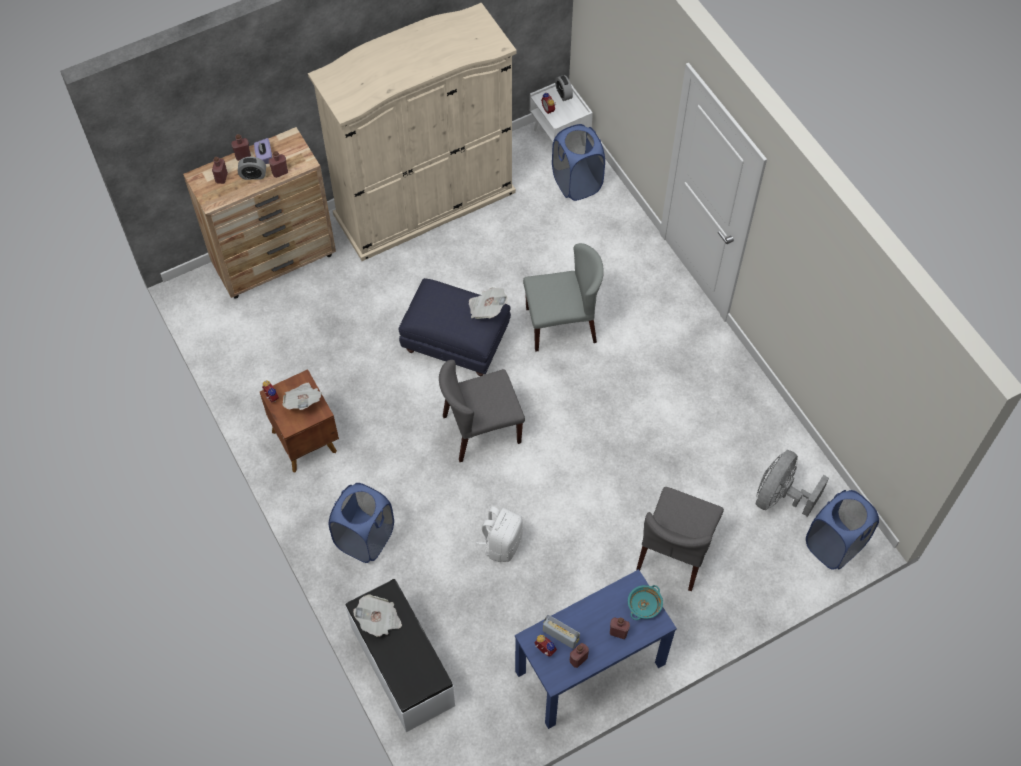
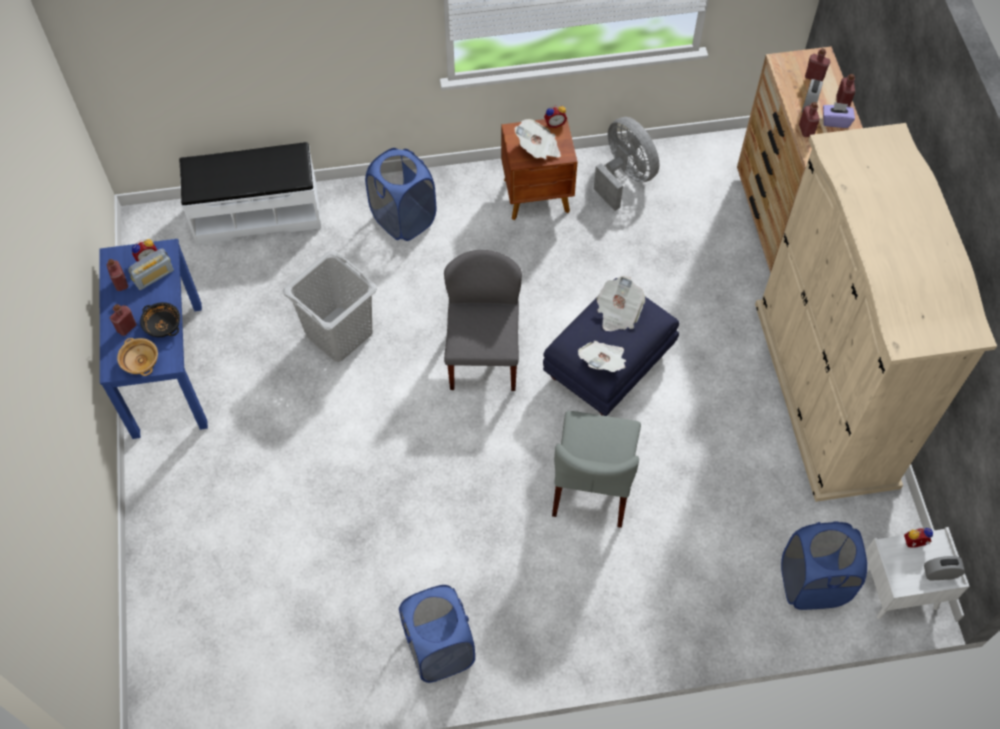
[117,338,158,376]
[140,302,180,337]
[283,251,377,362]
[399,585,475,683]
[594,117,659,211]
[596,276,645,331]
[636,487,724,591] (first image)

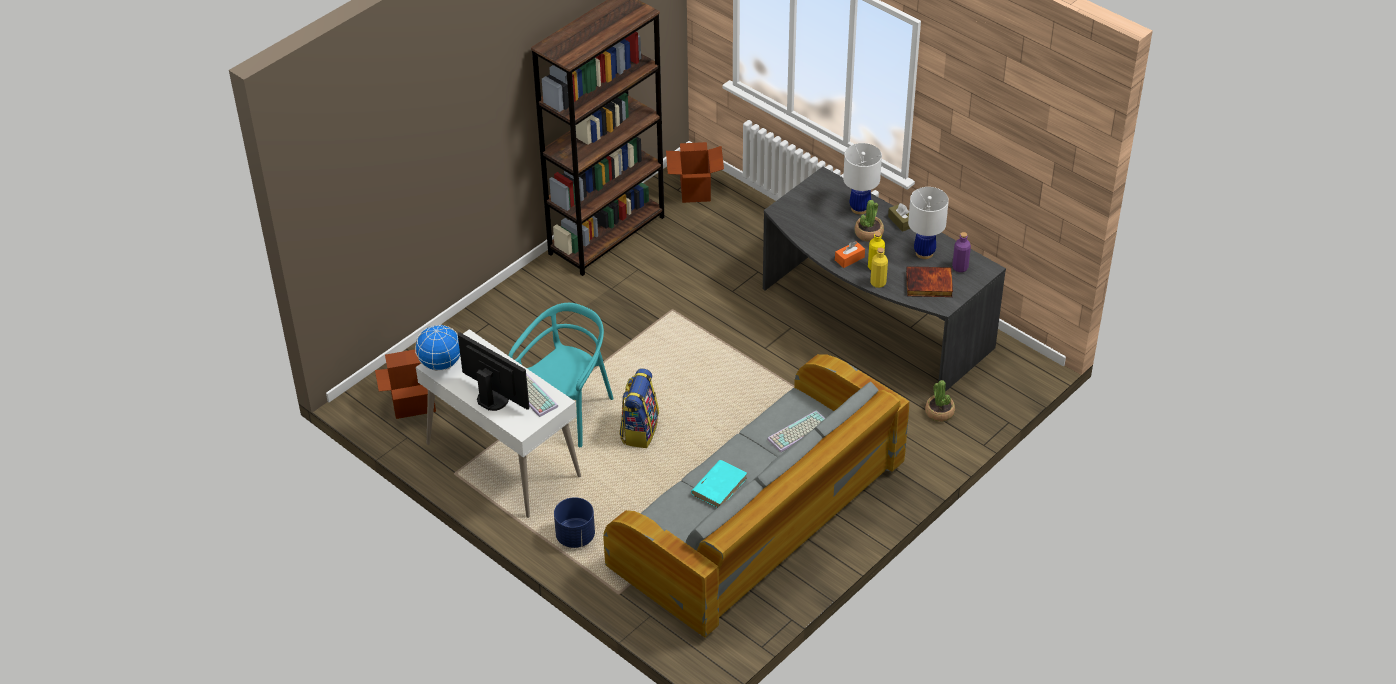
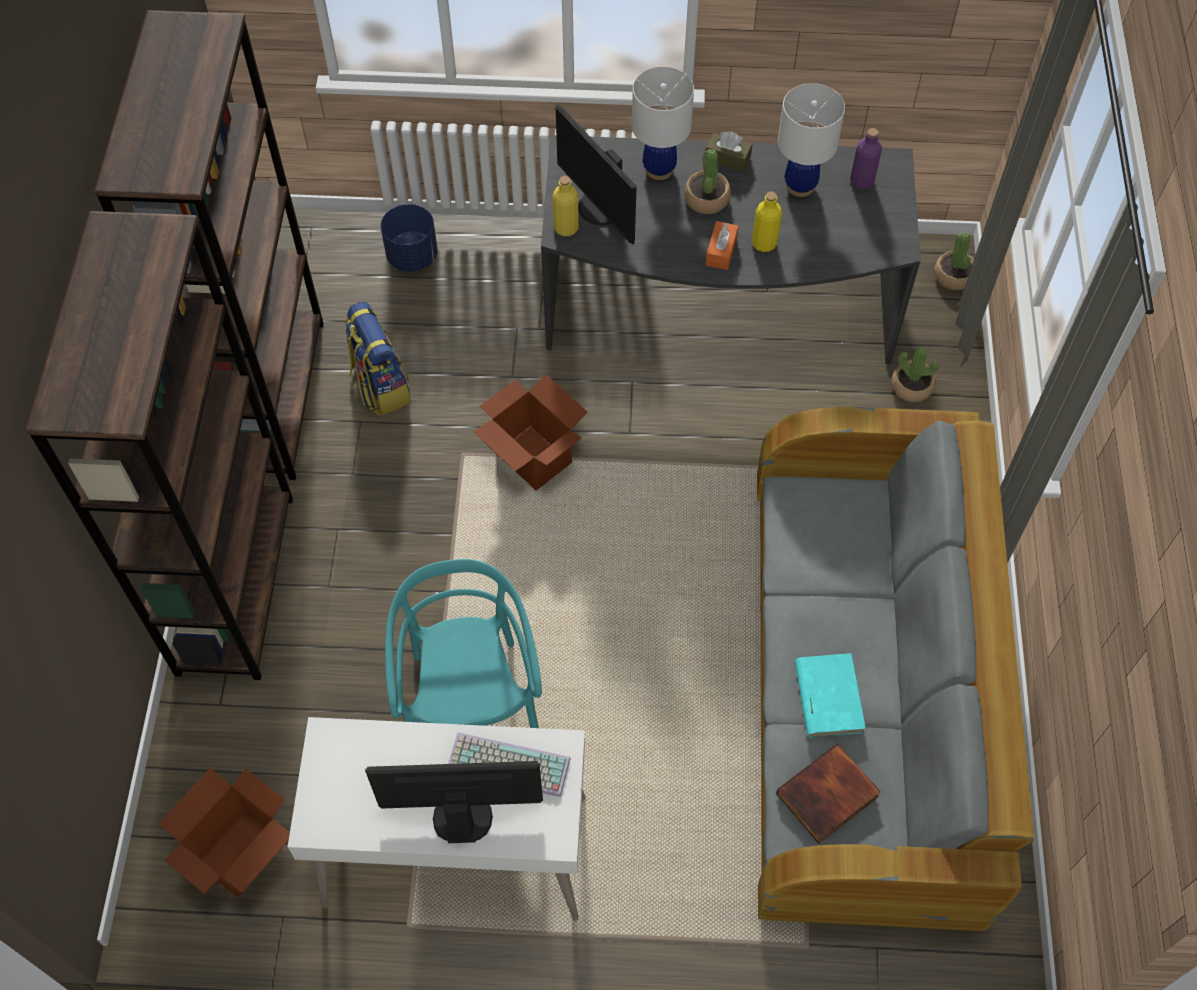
[26,211,293,680]
[345,302,411,416]
[381,204,438,272]
[473,374,588,491]
[553,176,579,236]
[556,105,637,244]
[776,744,881,844]
[934,233,974,290]
[415,324,460,371] (first image)
[767,410,825,453] (first image)

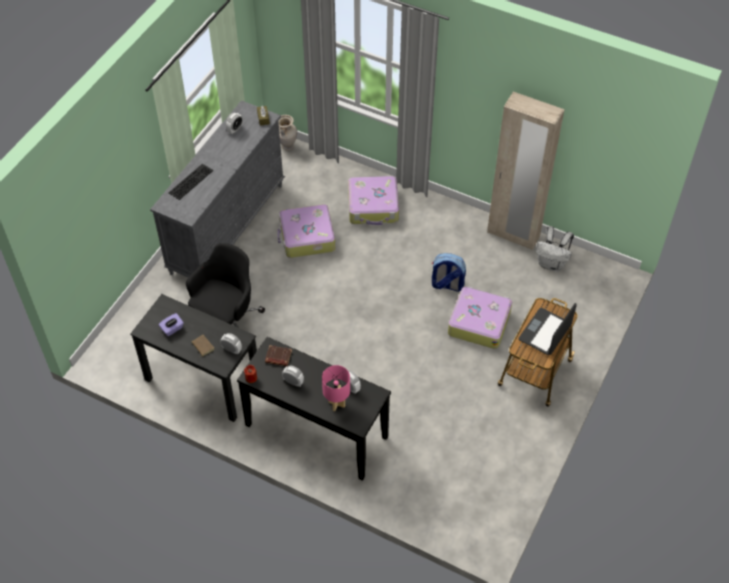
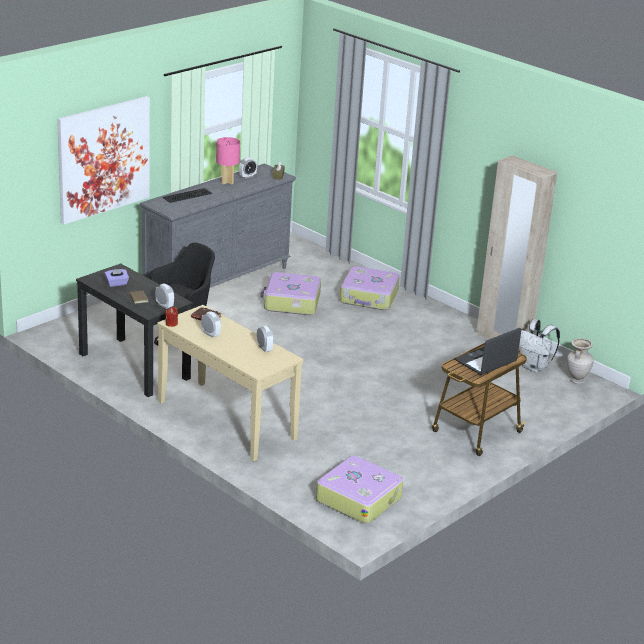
[57,96,150,224]
[157,305,303,461]
[216,137,240,184]
[316,456,403,524]
[567,338,594,384]
[432,253,466,292] (first image)

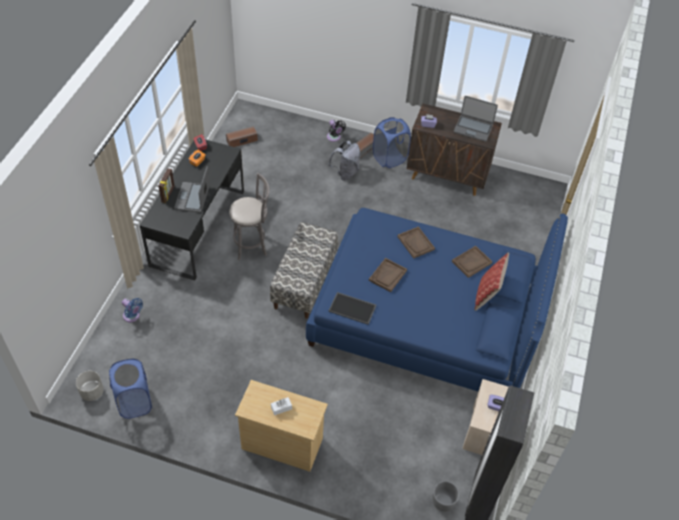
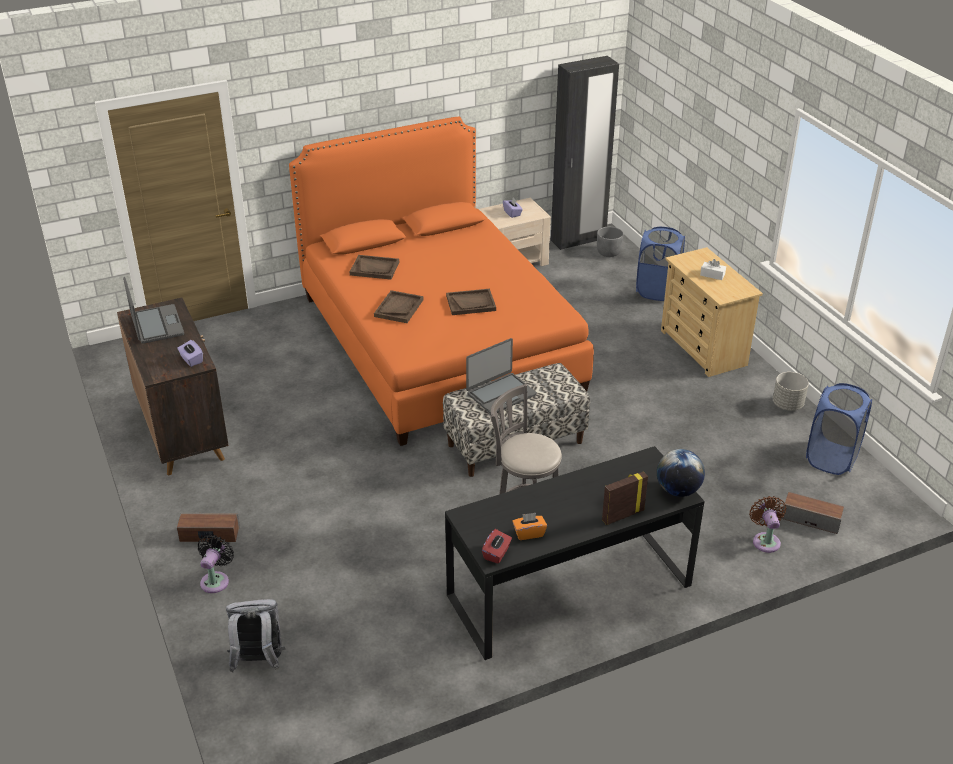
[226,599,285,673]
[289,117,594,446]
[466,338,537,414]
[636,226,685,301]
[657,449,705,497]
[749,496,786,553]
[773,372,809,411]
[781,492,844,534]
[328,292,376,325] (first image)
[474,253,509,311] (first image)

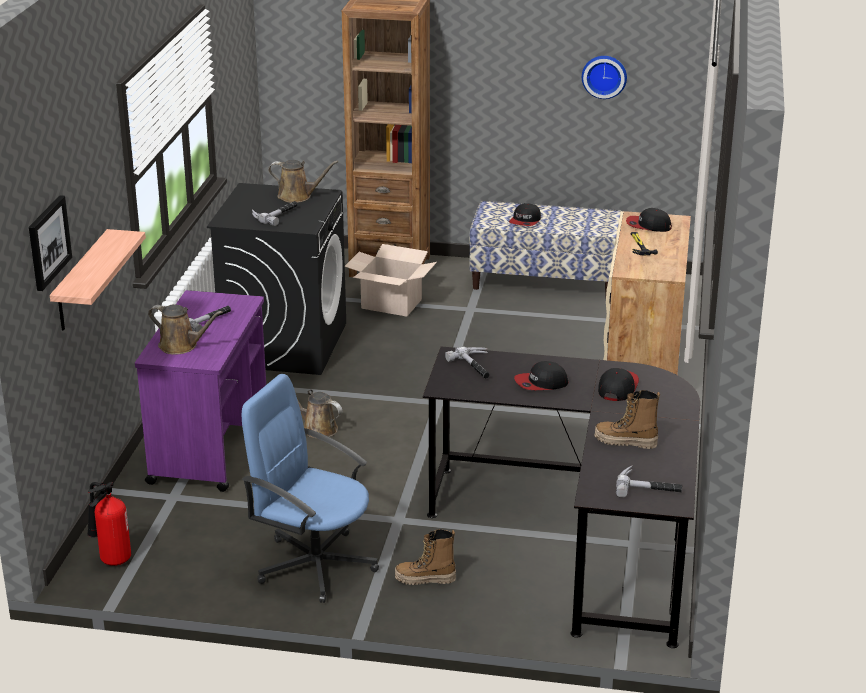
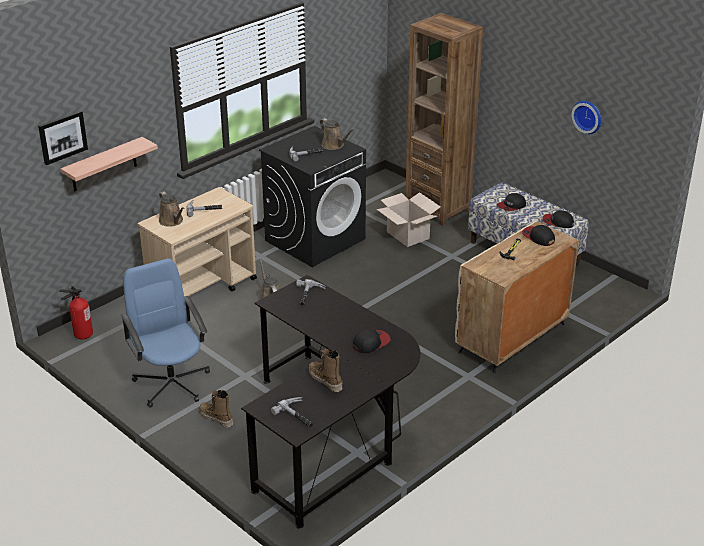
[138,187,257,296]
[542,210,574,228]

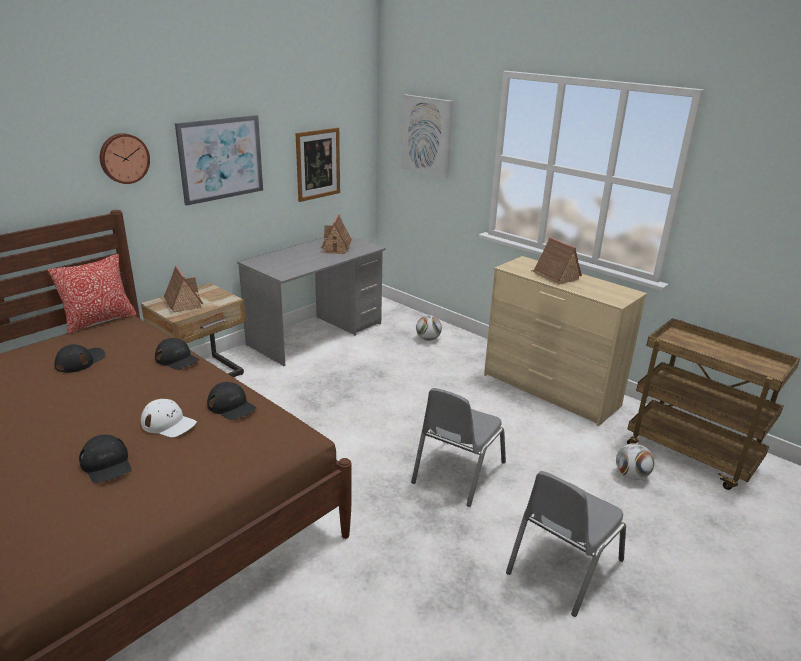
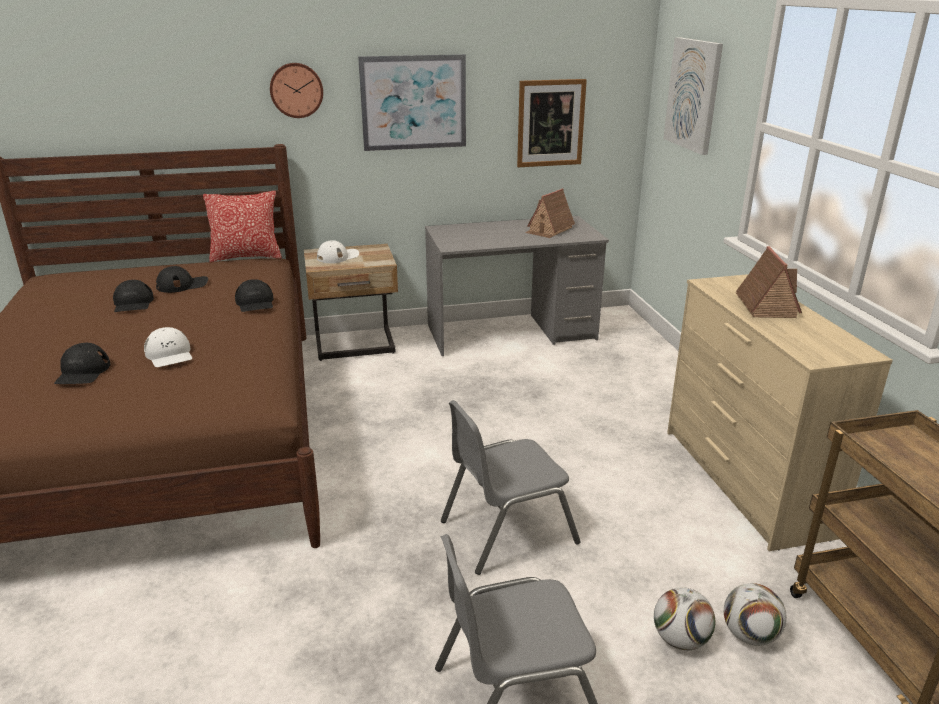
[113,280,154,312]
[317,240,359,263]
[654,587,715,650]

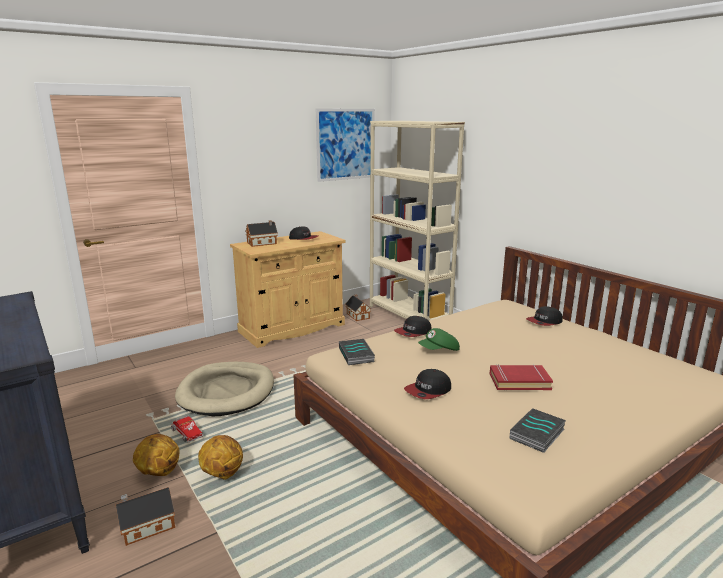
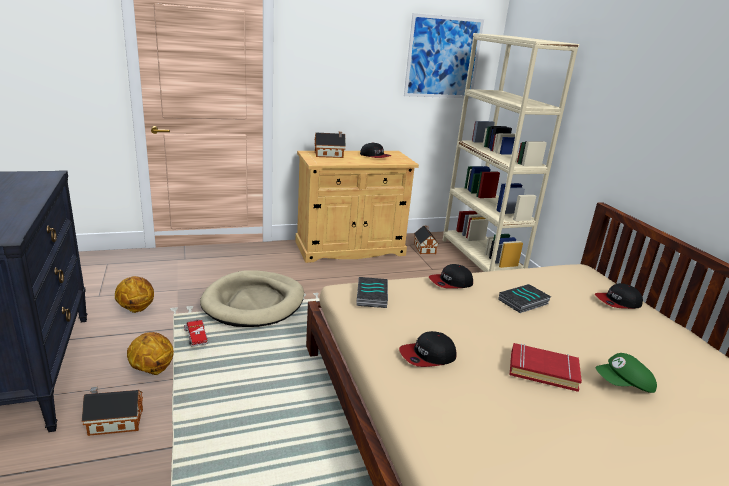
[115,276,154,313]
[498,284,551,313]
[596,353,657,393]

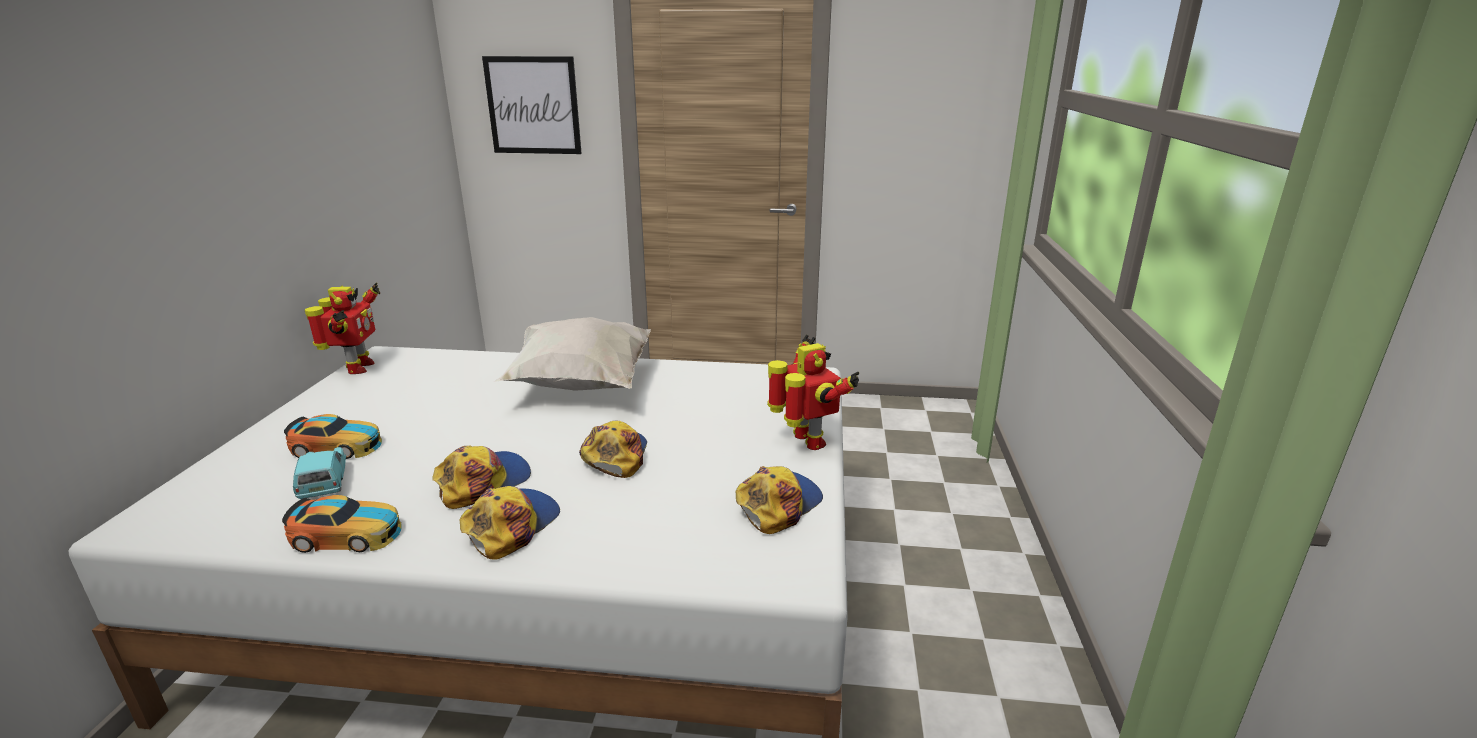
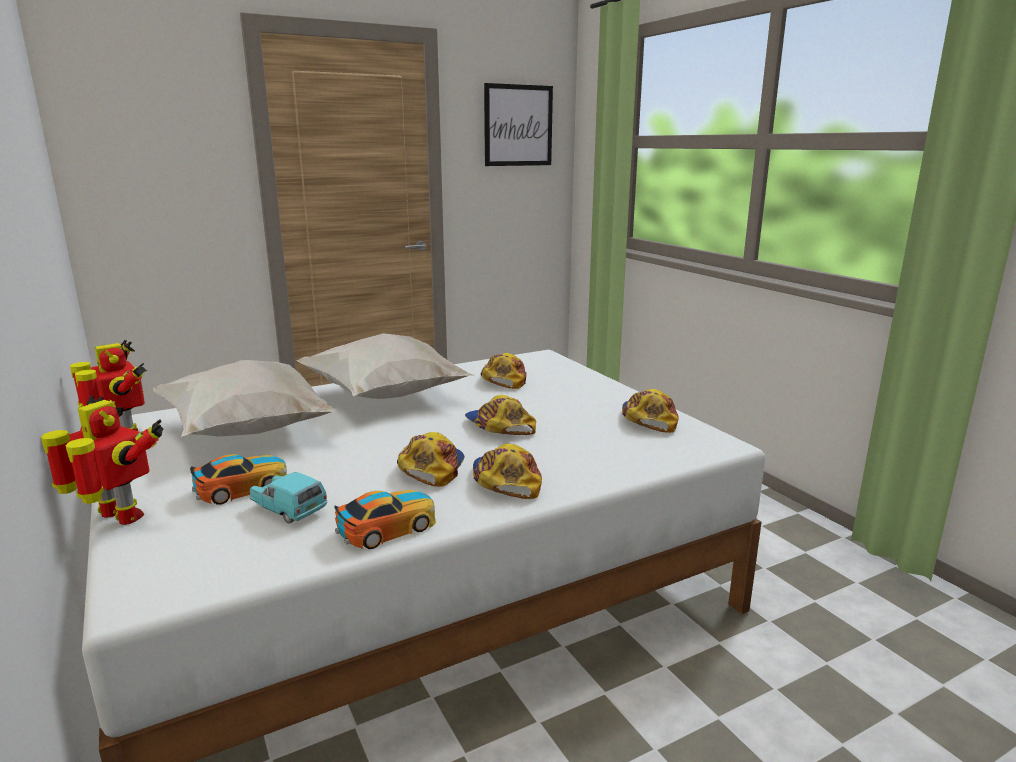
[41,396,164,525]
[153,360,338,437]
[481,353,527,389]
[484,83,553,166]

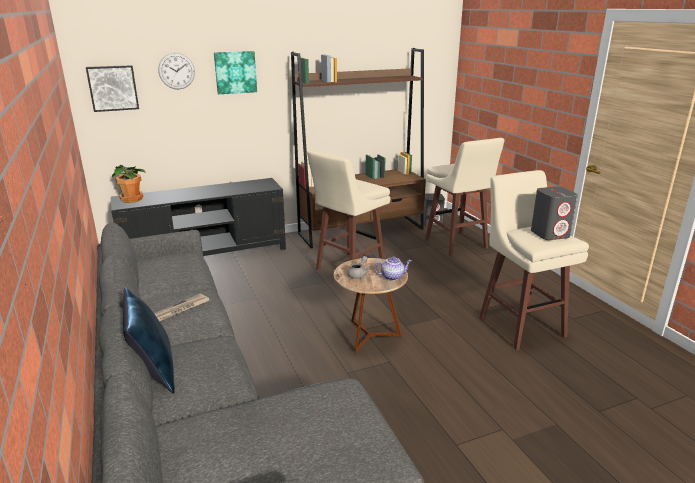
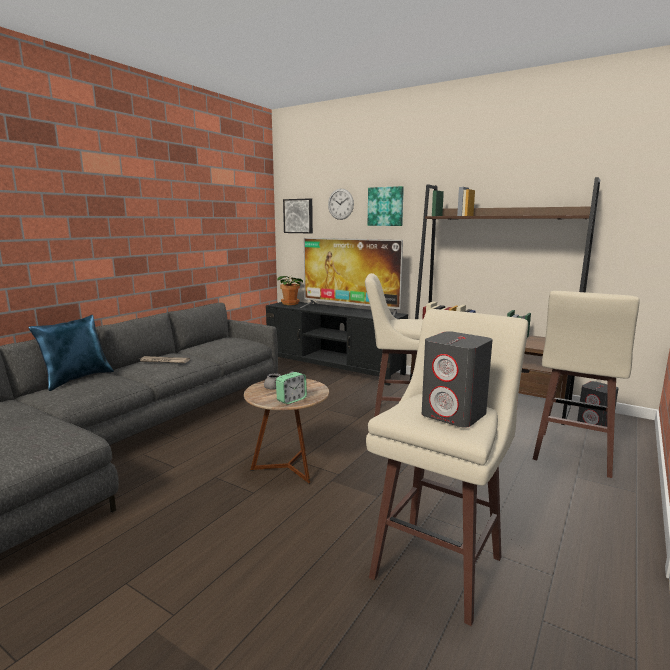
[276,372,307,404]
[300,238,403,316]

